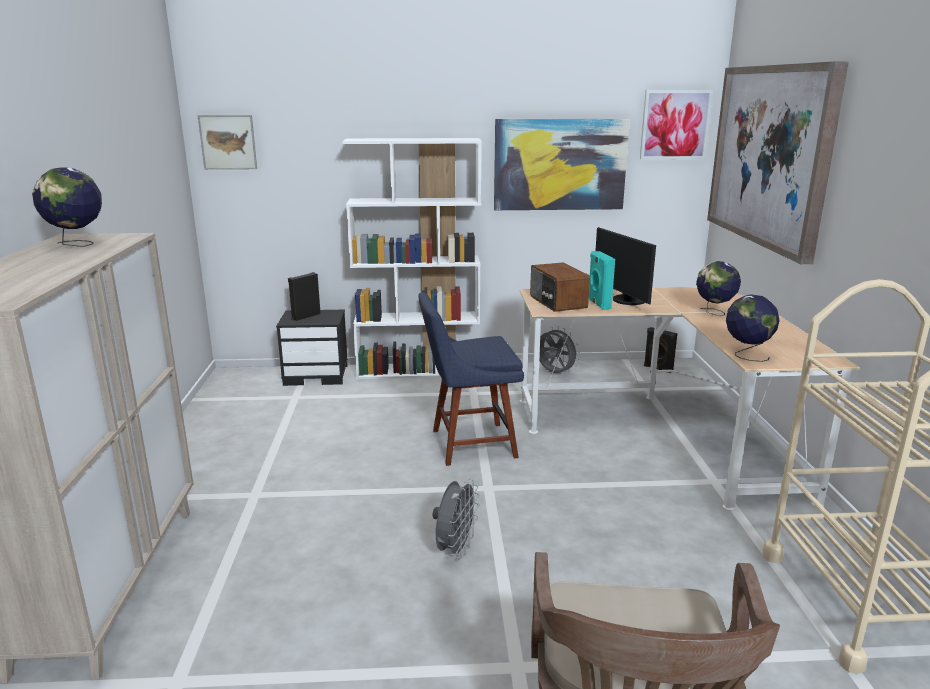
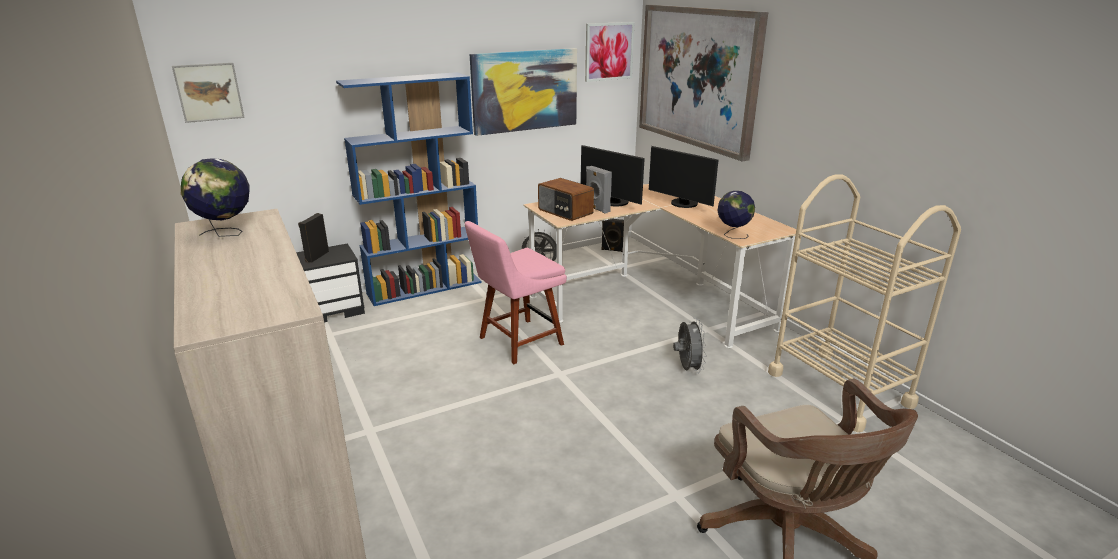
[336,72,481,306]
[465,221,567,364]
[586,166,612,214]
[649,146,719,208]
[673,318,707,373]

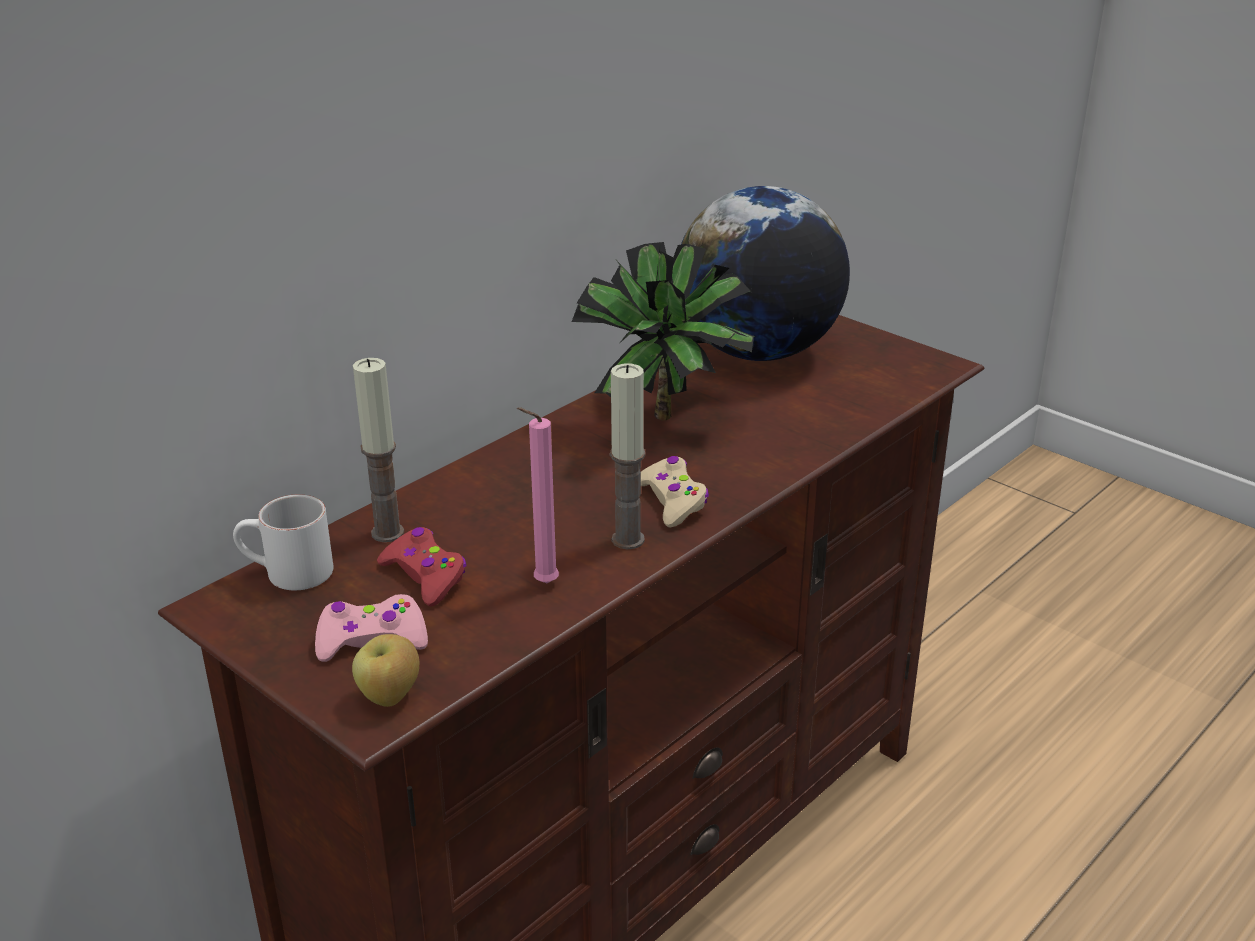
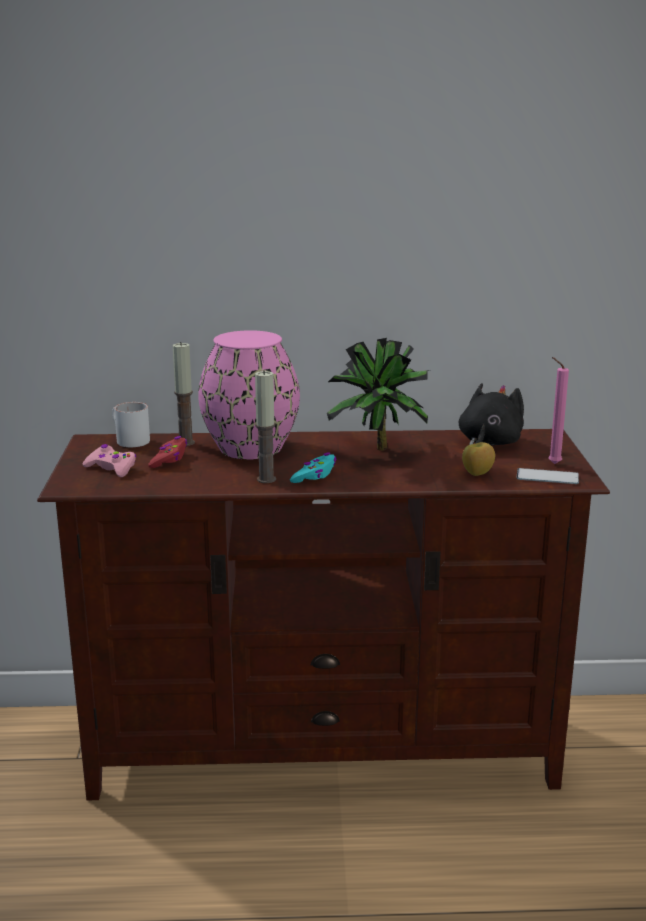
[198,330,300,459]
[290,452,336,483]
[459,383,524,445]
[462,442,495,476]
[517,468,579,484]
[548,357,569,464]

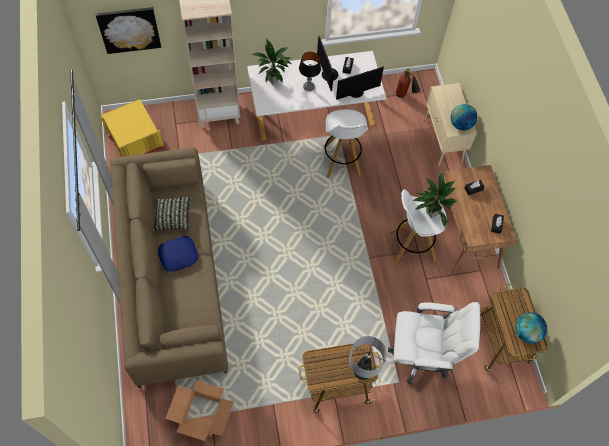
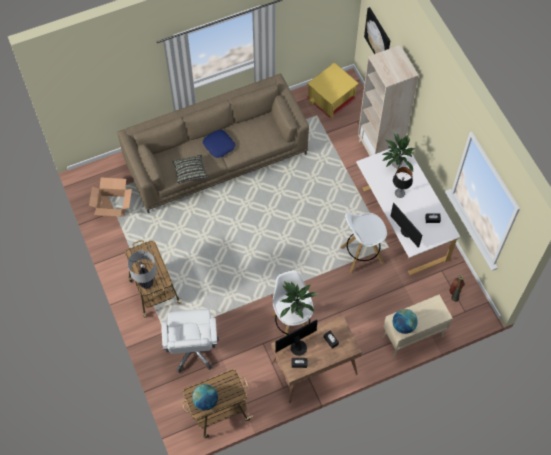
[172,154,208,184]
[275,320,318,356]

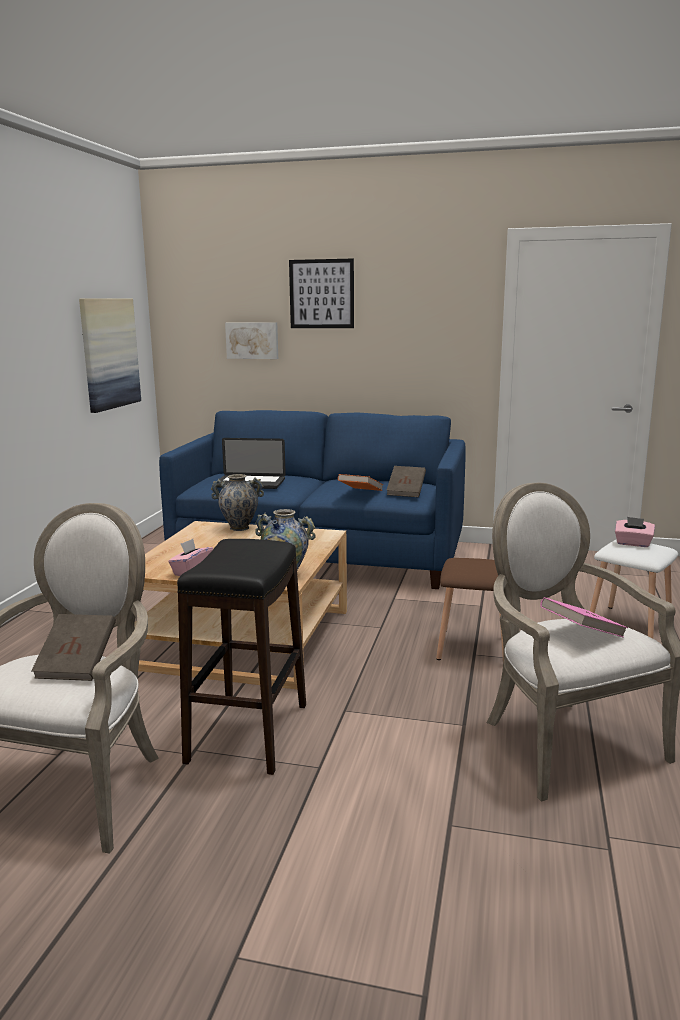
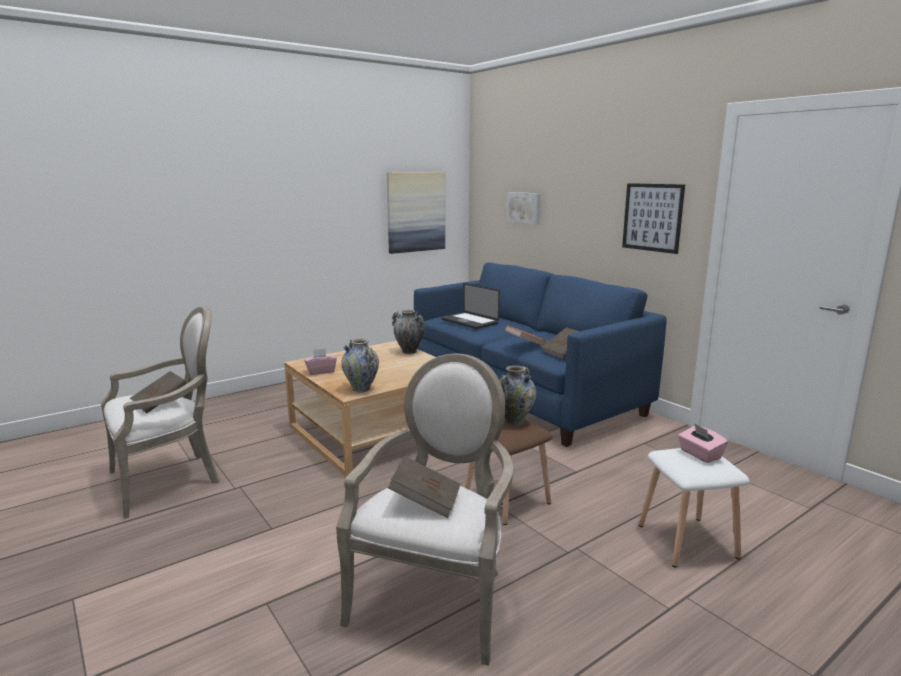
[387,456,461,518]
[499,365,536,425]
[622,183,685,254]
[177,539,306,775] (first image)

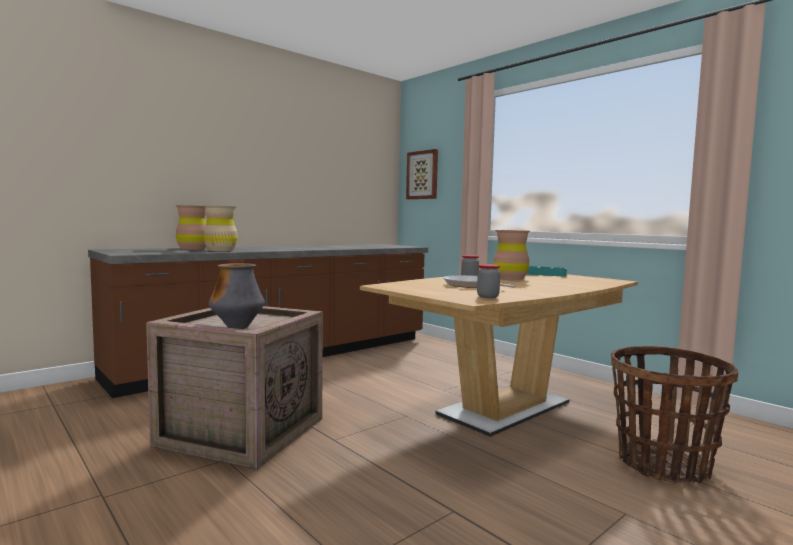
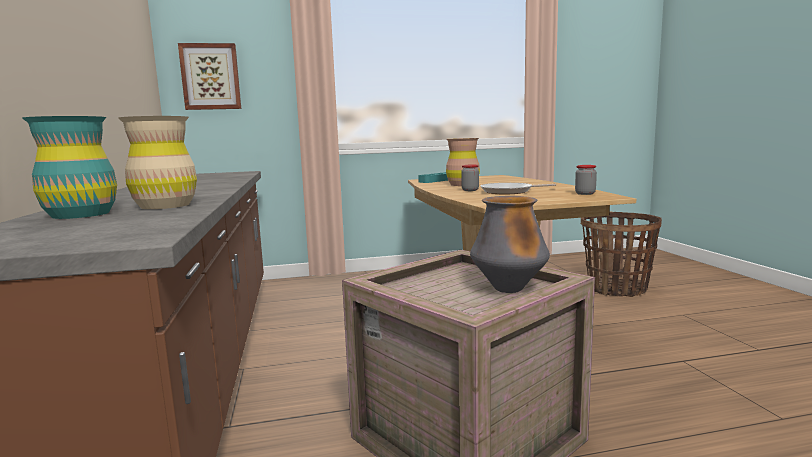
[22,116,117,219]

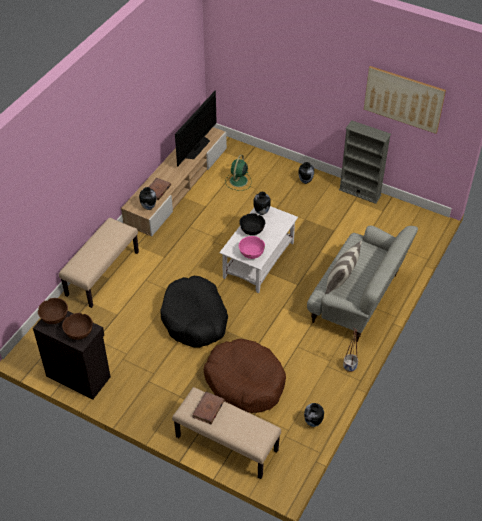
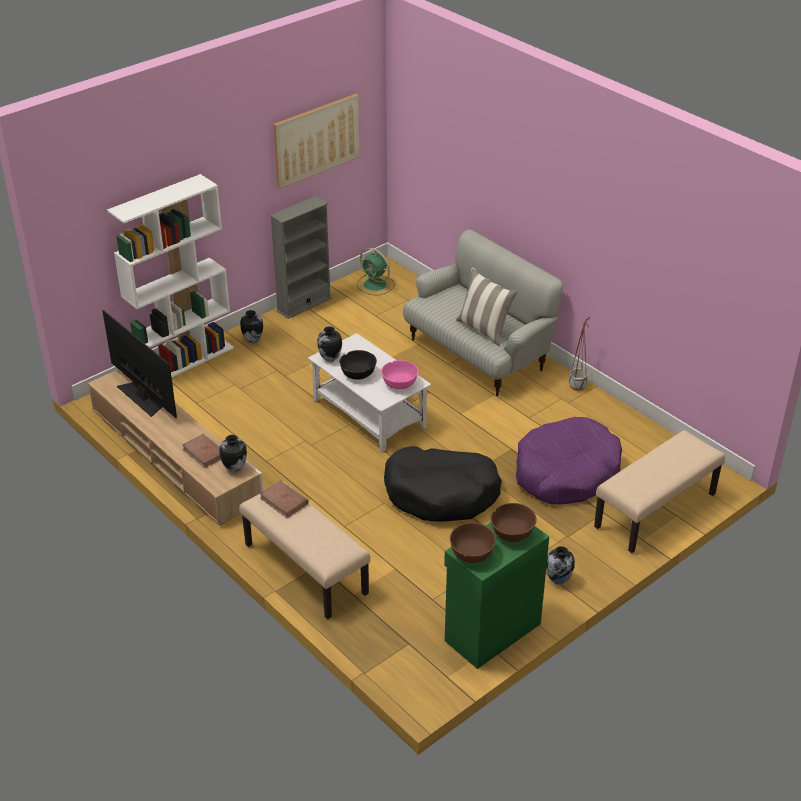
[107,174,234,378]
[260,480,309,518]
[357,248,395,295]
[444,522,549,669]
[516,417,622,504]
[546,546,575,584]

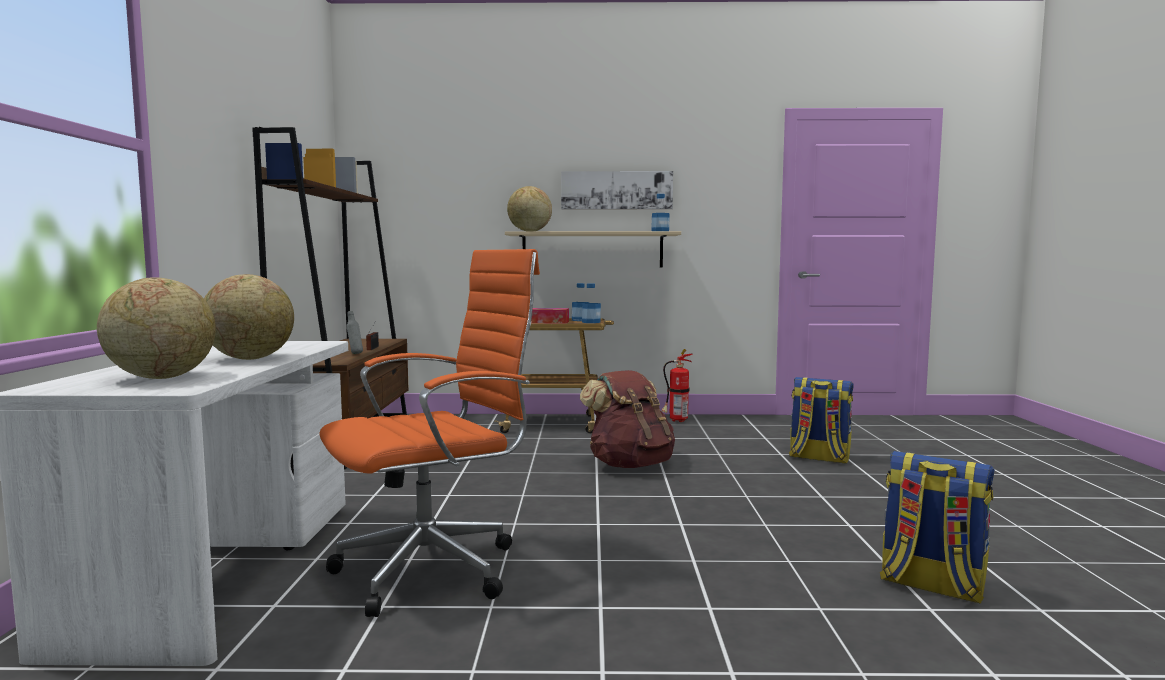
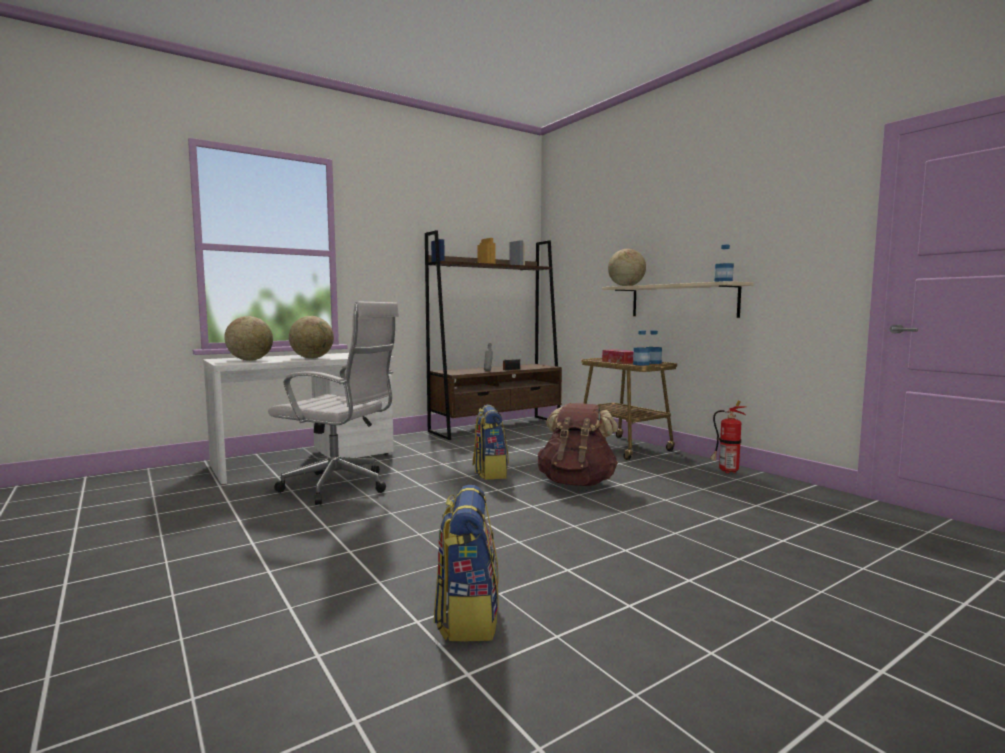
[268,301,399,505]
[473,405,509,480]
[561,171,673,209] (first image)

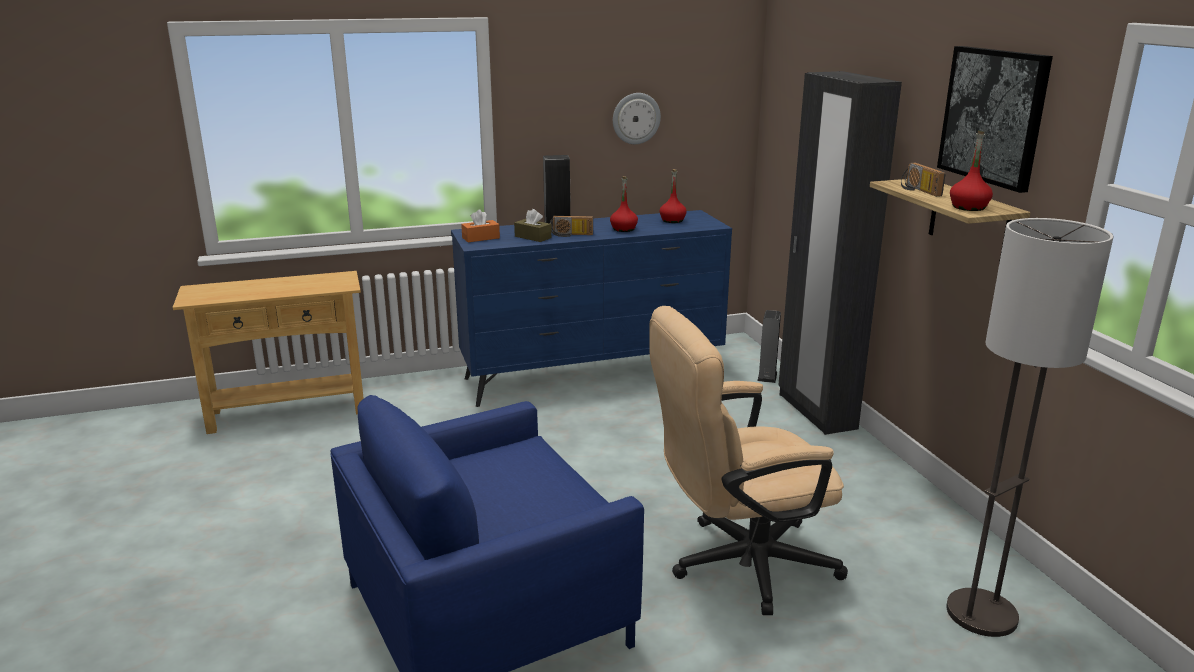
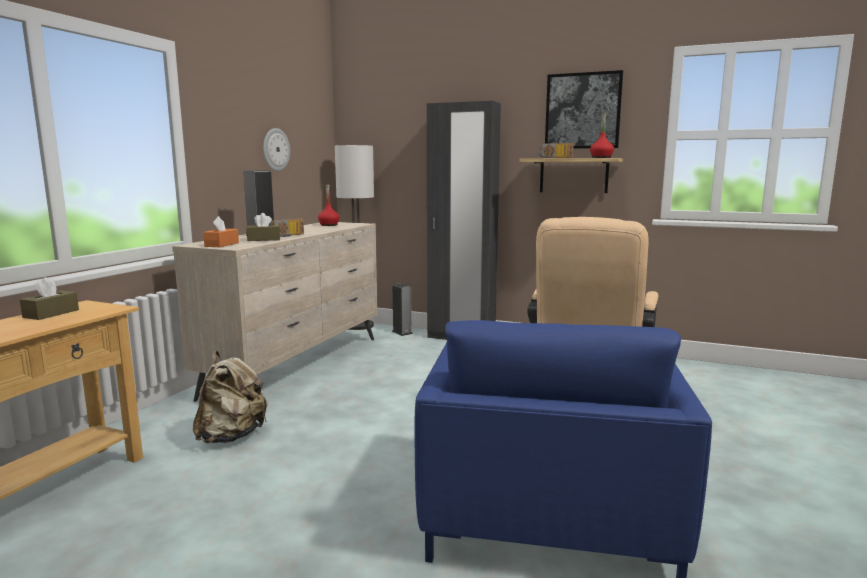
[20,277,79,320]
[172,222,378,402]
[193,351,267,443]
[335,145,374,330]
[610,176,638,232] (first image)

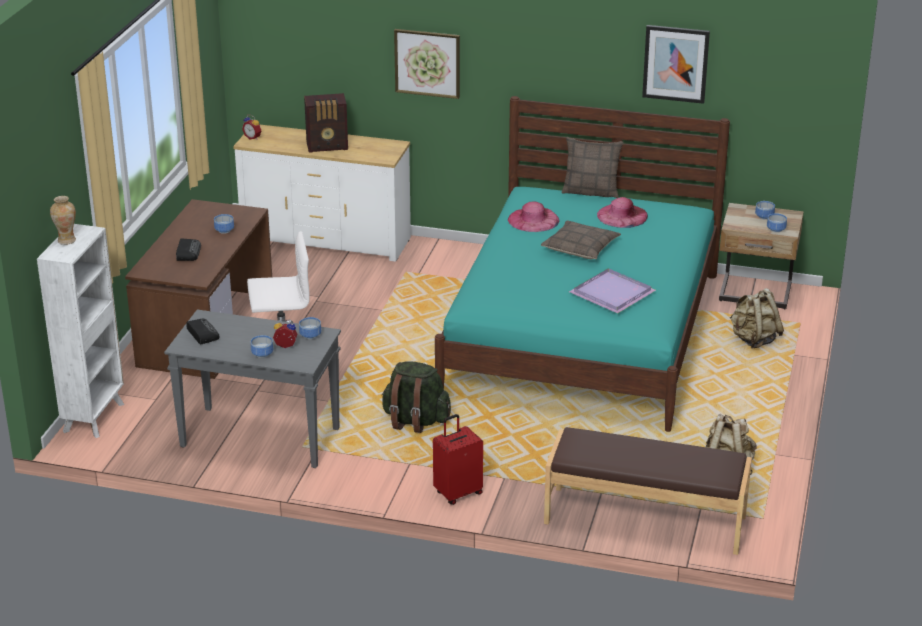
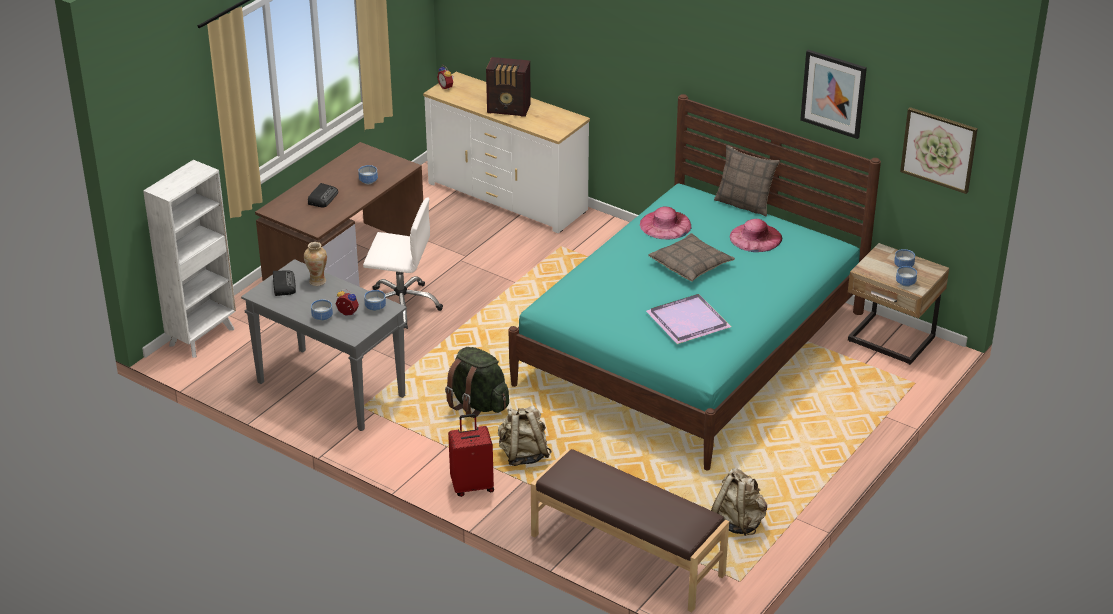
[304,242,327,286]
[498,405,552,466]
[900,107,978,194]

